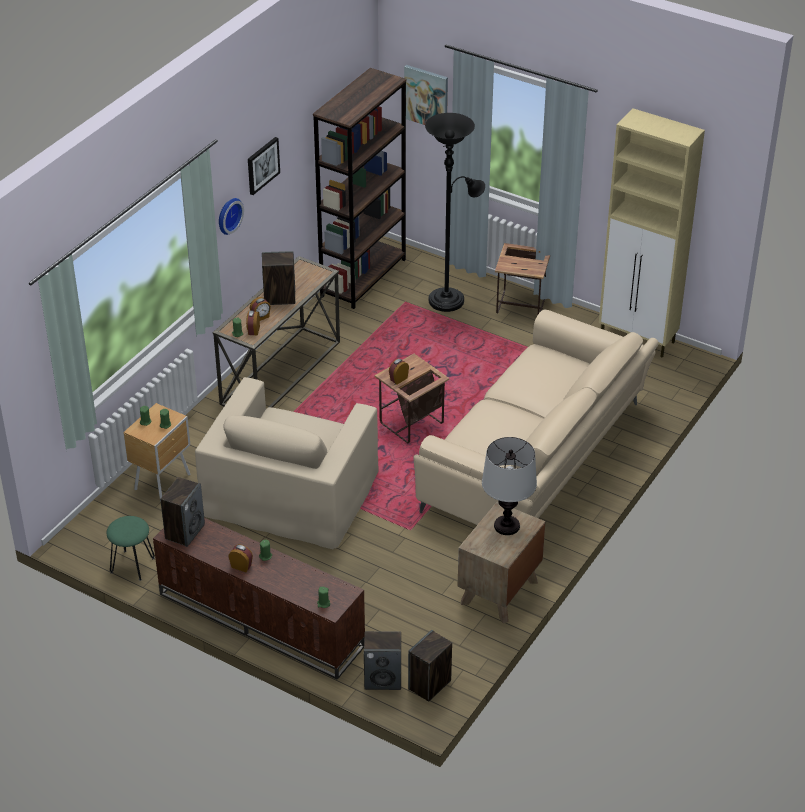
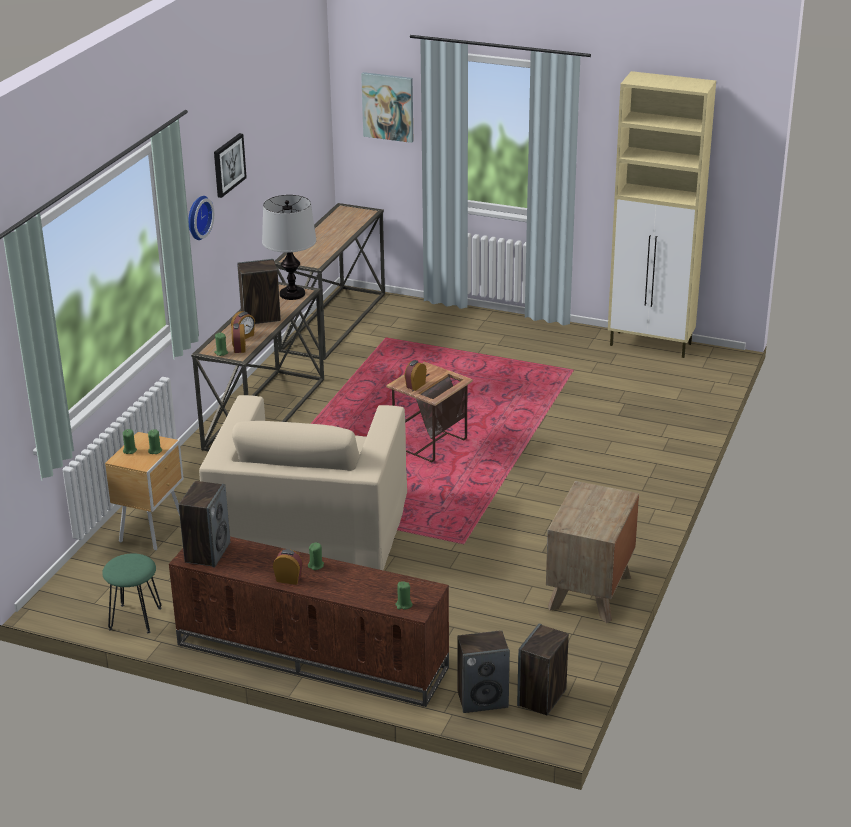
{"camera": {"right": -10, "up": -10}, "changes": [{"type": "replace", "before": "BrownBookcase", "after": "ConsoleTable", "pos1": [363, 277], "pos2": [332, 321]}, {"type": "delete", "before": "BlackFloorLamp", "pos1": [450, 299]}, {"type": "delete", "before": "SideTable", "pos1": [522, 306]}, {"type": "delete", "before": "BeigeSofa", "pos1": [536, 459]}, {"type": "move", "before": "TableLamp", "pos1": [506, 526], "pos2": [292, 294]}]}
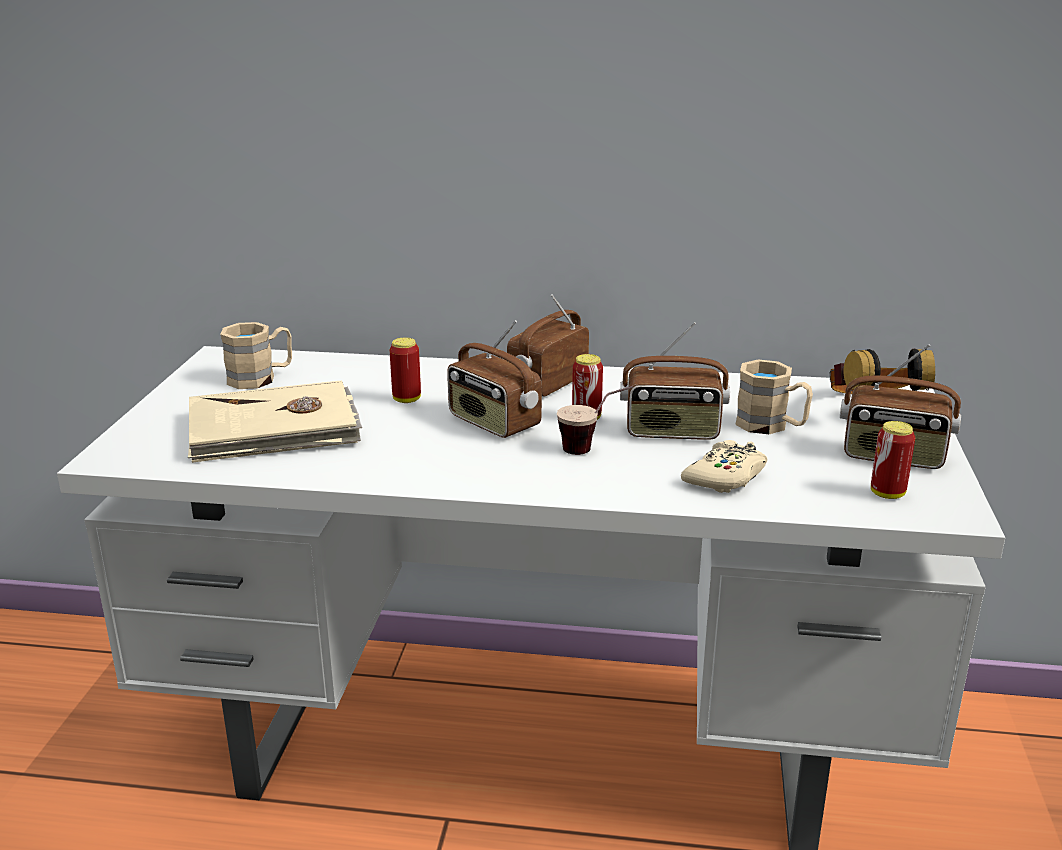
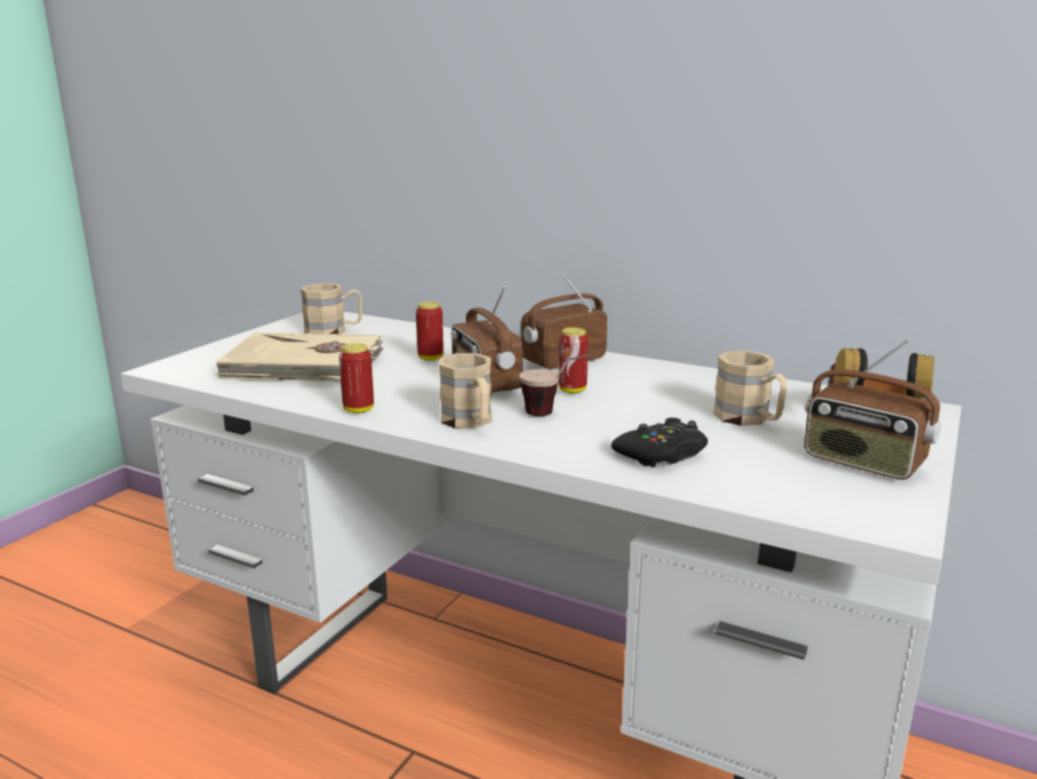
{"camera": {"right": 20, "up": -5}, "changes": [{"type": "delete", "before": "Radio", "pos1": [672, 432]}, {"type": "move", "before": "Can", "pos1": [887, 494], "pos2": [358, 410]}, {"type": "recolor", "before": "BeigeGameController", "after": "BlackGameController", "pos1": [725, 477], "pos2": [662, 454]}, {"type": "insert", "after": "BeigeMug", "pos2": [470, 422]}]}
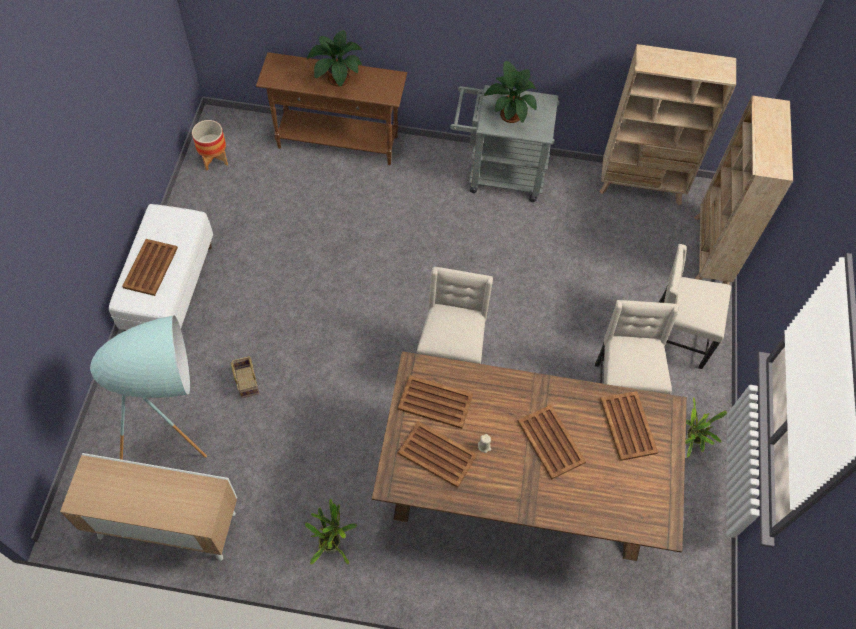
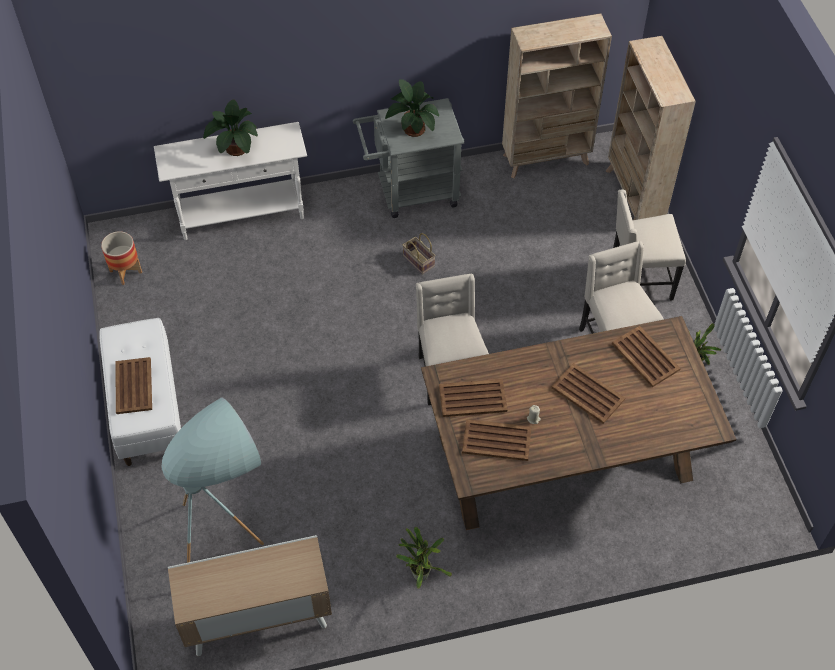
{"camera": {"right": -20, "up": -5}, "changes": [{"type": "recolor", "before": "BrownConsoleTable", "after": "WhiteConsoleTable", "pos1": [338, 143], "pos2": [242, 215]}, {"type": "move", "before": "Basket", "pos1": [246, 381], "pos2": [417, 261]}]}
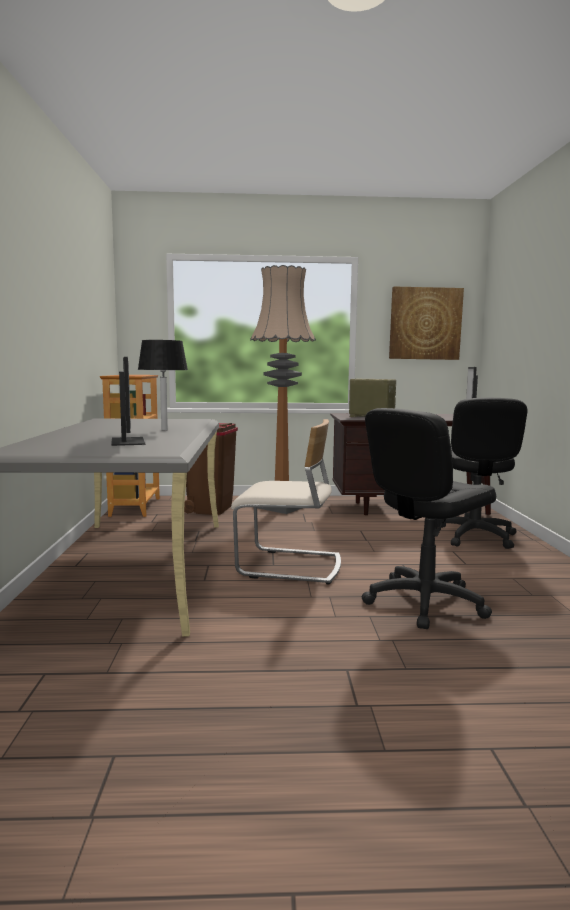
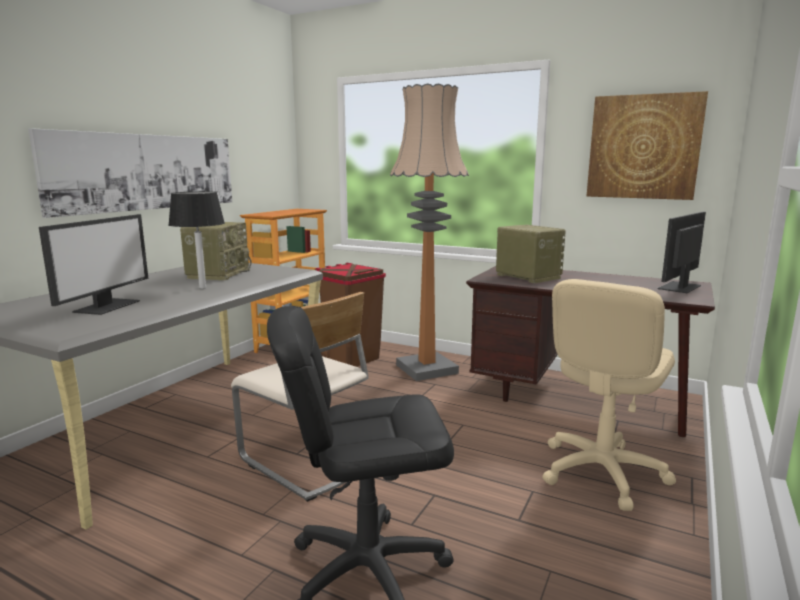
{"camera": {"right": 30, "up": 5}, "changes": [{"type": "recolor", "before": "BlackOfficeChair", "after": "BeigeOfficeChair", "pos1": [473, 536], "pos2": [601, 472]}, {"type": "insert", "after": "Picture", "pos2": [147, 172]}, {"type": "insert", "after": "Radio", "pos2": [218, 274]}]}
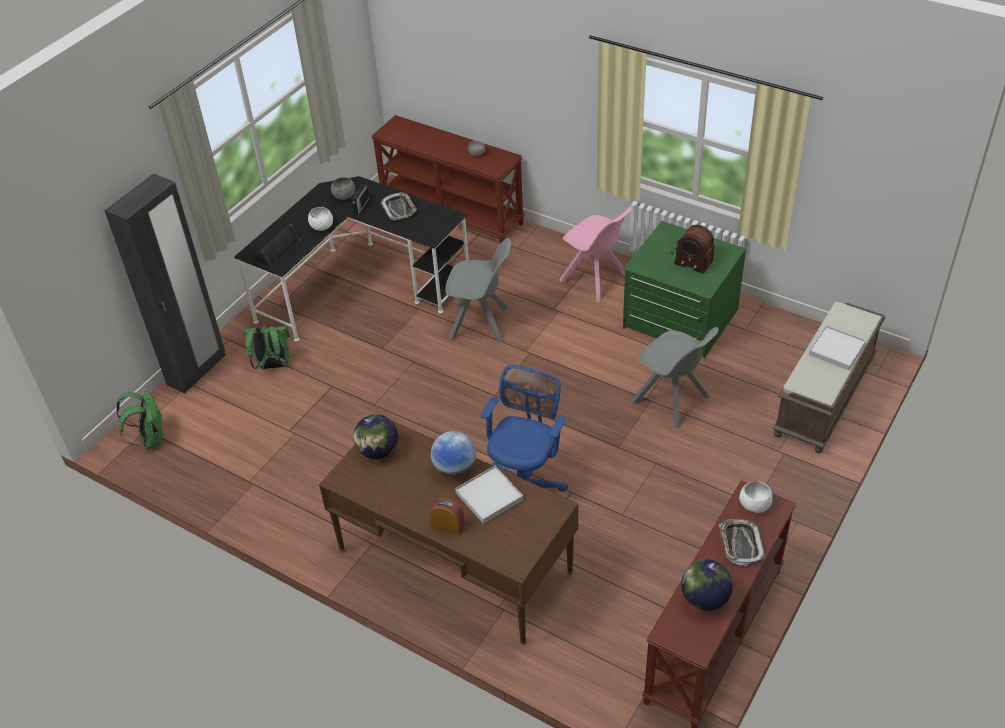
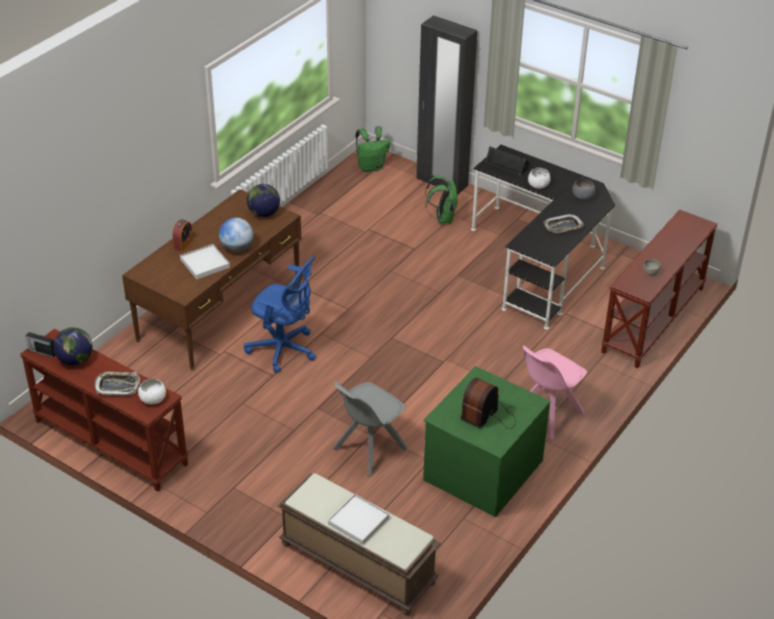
{"camera": {"right": 90, "up": -5}, "changes": [{"type": "move", "before": "Radio", "pos1": [361, 206], "pos2": [42, 351]}, {"type": "delete", "before": "GreyChair", "pos1": [481, 324]}]}
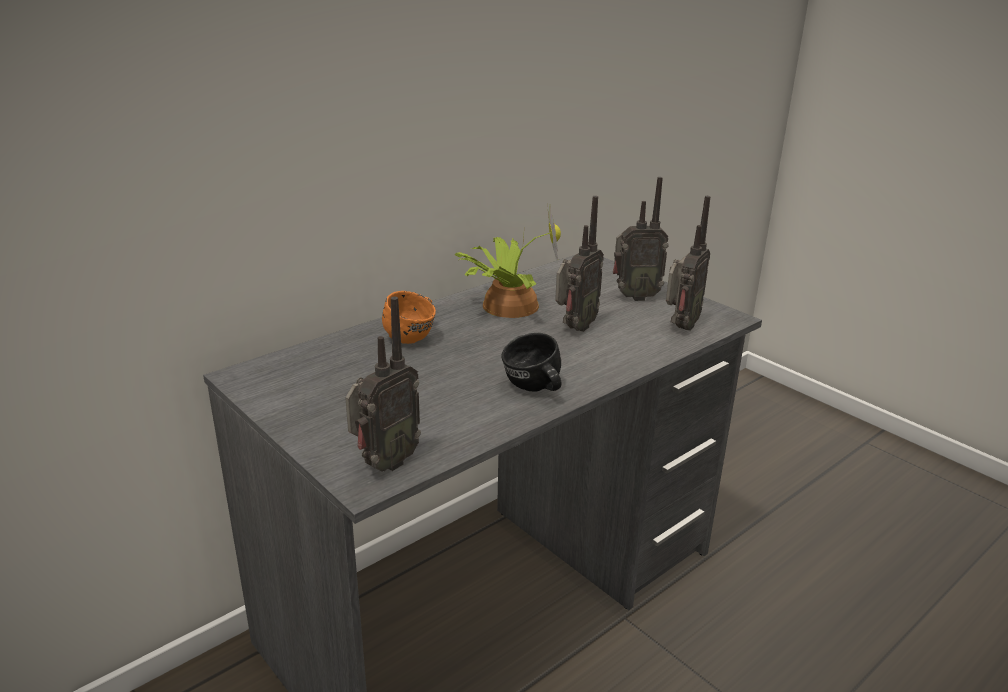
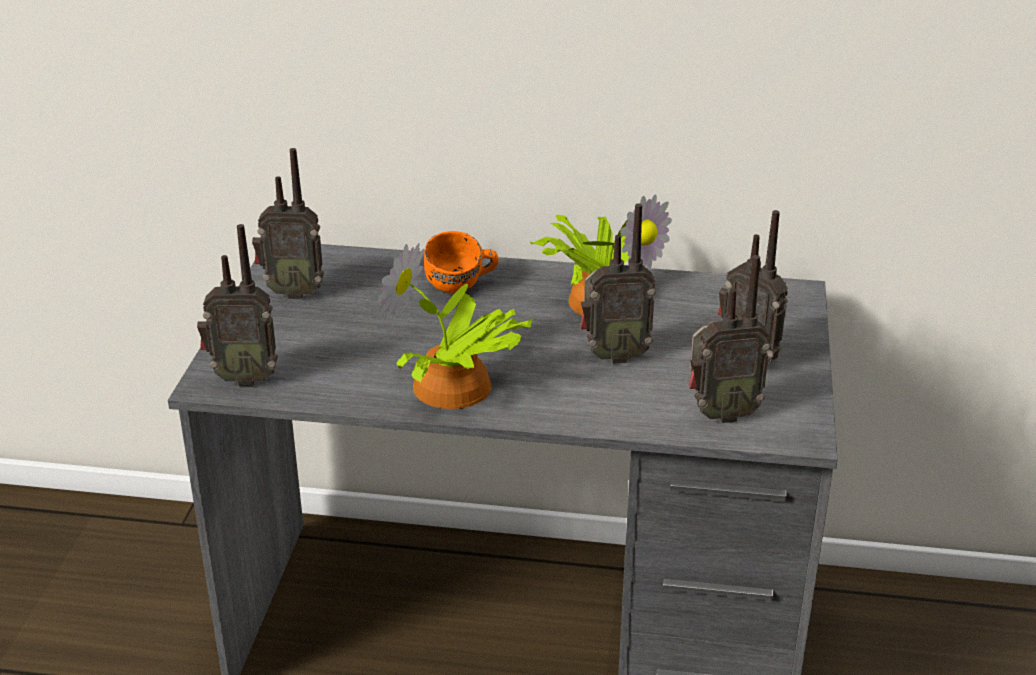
{"camera": {"right": 50, "up": 5}, "changes": [{"type": "replace", "before": "BlackMug", "after": "PottedPlant", "pos1": [533, 390], "pos2": [454, 389]}, {"type": "insert", "after": "Radio", "pos2": [293, 292]}]}
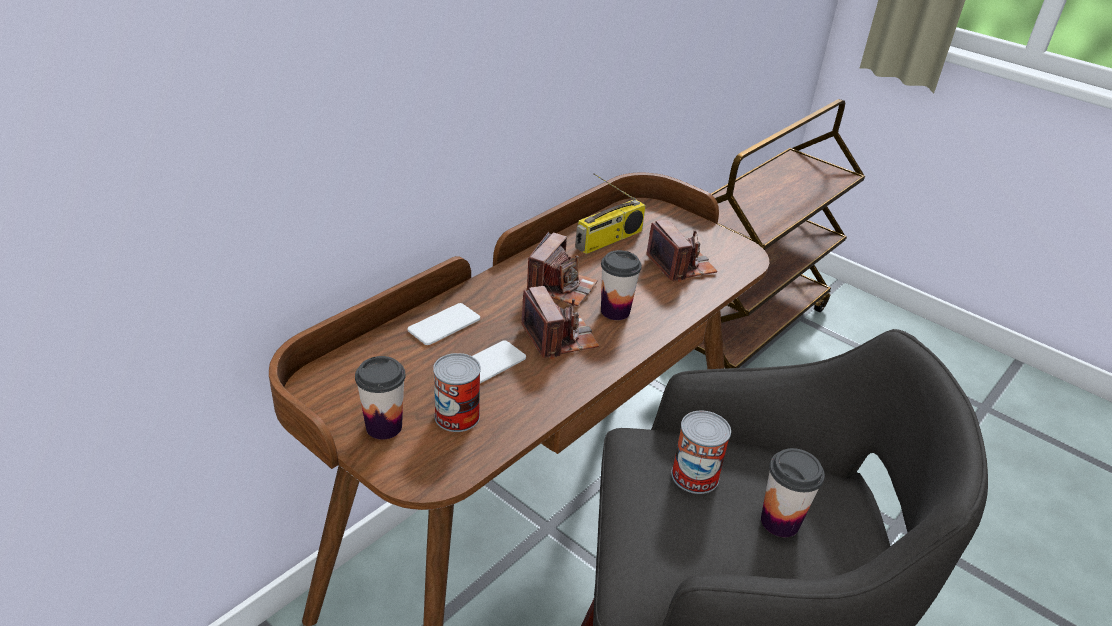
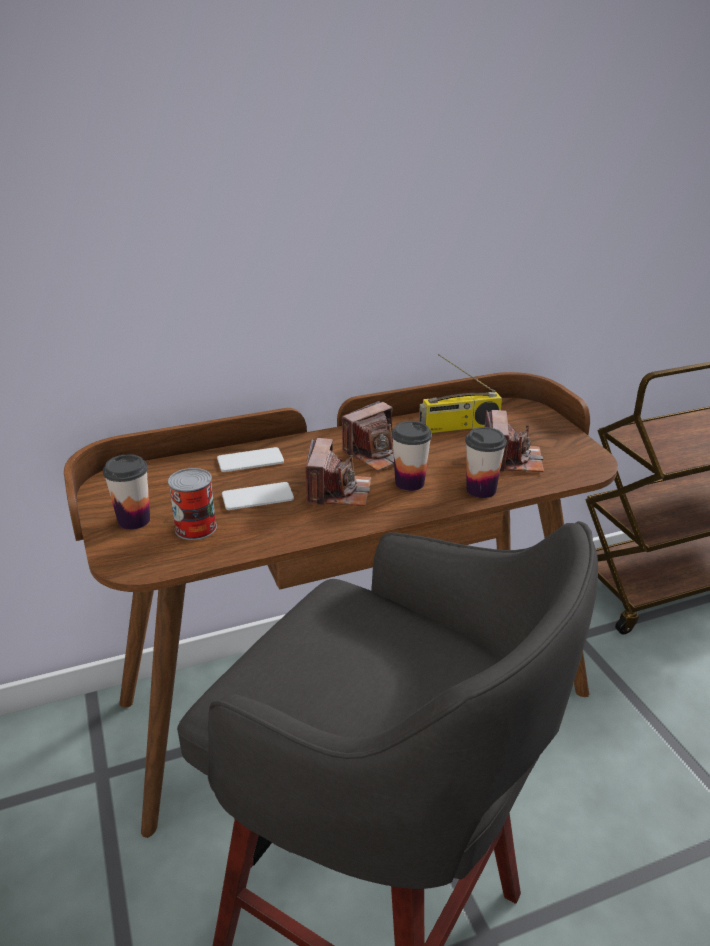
{"camera": {"right": 30, "up": -5}, "changes": [{"type": "delete", "before": "Can", "pos1": [695, 476]}, {"type": "move", "before": "Cup", "pos1": [780, 522], "pos2": [481, 490]}]}
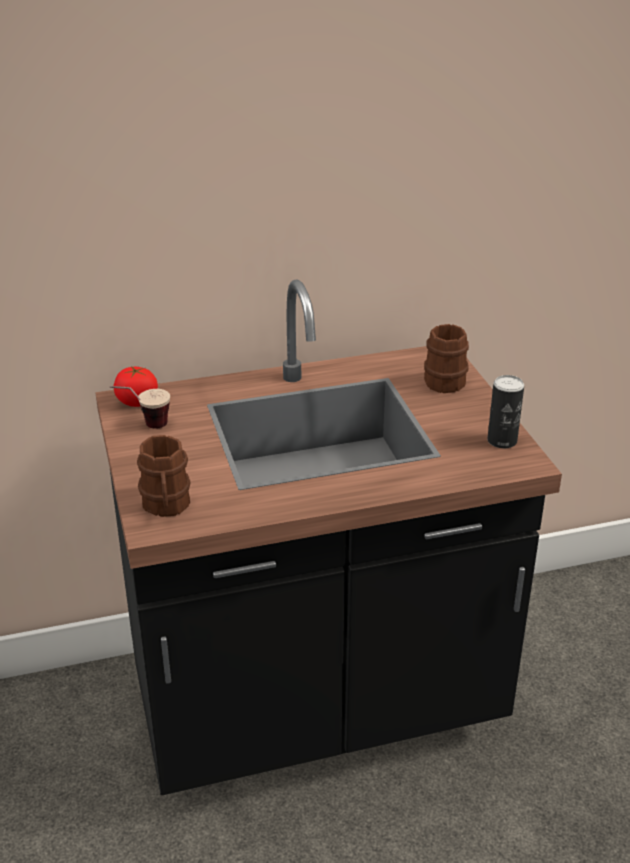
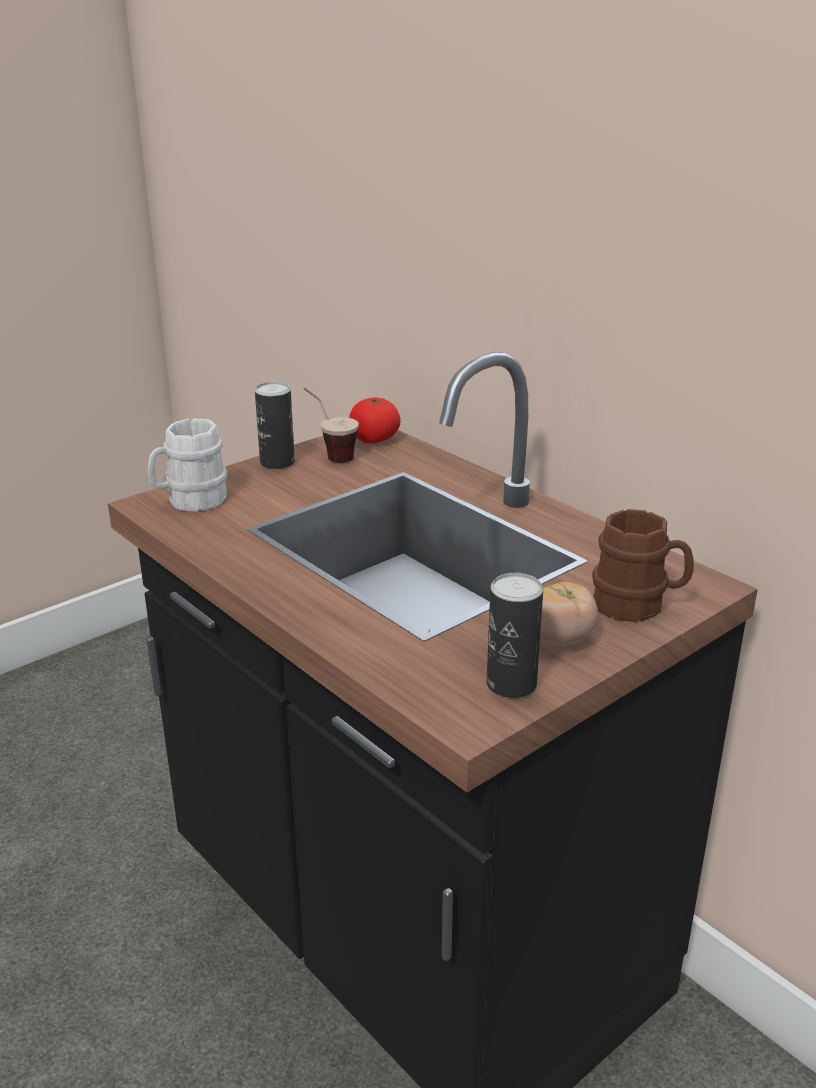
{"camera": {"right": 65, "up": -5}, "changes": [{"type": "recolor", "before": "BrownMug", "after": "WhiteMug", "pos1": [166, 506], "pos2": [190, 501]}, {"type": "insert", "after": "Can", "pos2": [277, 463]}, {"type": "insert", "after": "Tomato", "pos2": [559, 639]}]}
